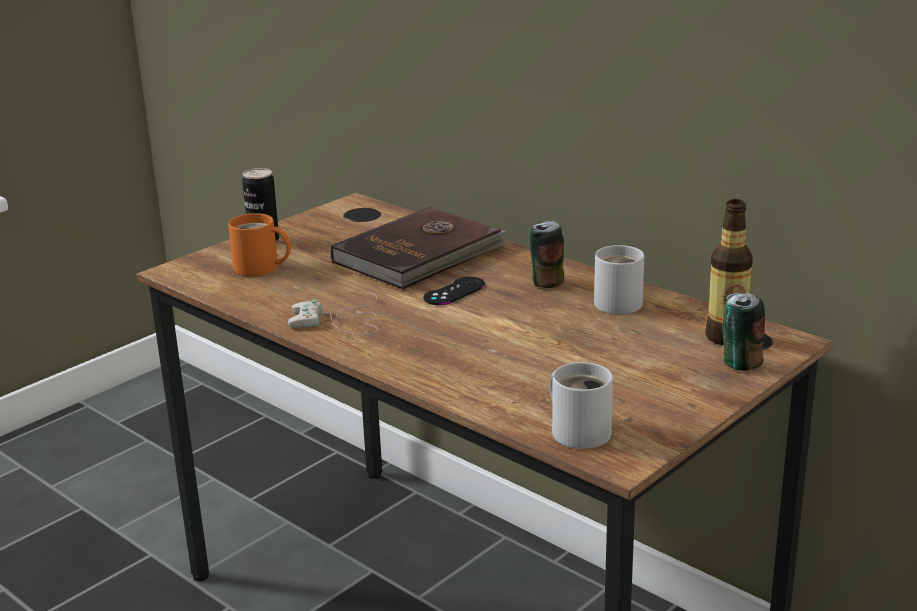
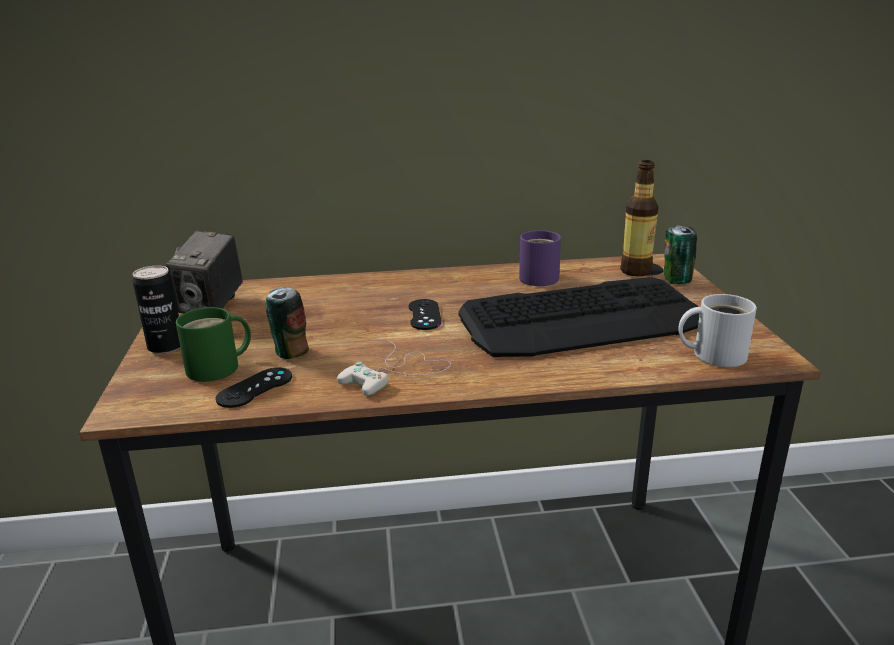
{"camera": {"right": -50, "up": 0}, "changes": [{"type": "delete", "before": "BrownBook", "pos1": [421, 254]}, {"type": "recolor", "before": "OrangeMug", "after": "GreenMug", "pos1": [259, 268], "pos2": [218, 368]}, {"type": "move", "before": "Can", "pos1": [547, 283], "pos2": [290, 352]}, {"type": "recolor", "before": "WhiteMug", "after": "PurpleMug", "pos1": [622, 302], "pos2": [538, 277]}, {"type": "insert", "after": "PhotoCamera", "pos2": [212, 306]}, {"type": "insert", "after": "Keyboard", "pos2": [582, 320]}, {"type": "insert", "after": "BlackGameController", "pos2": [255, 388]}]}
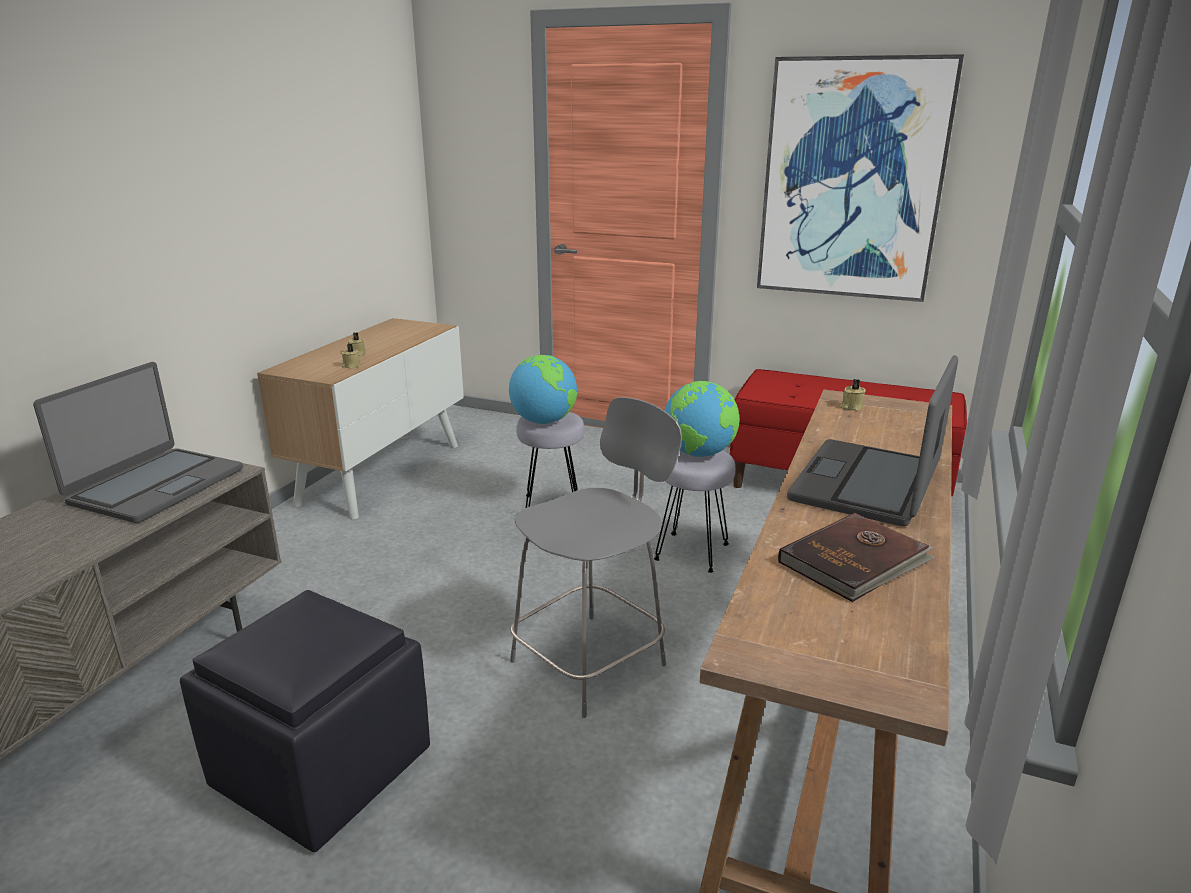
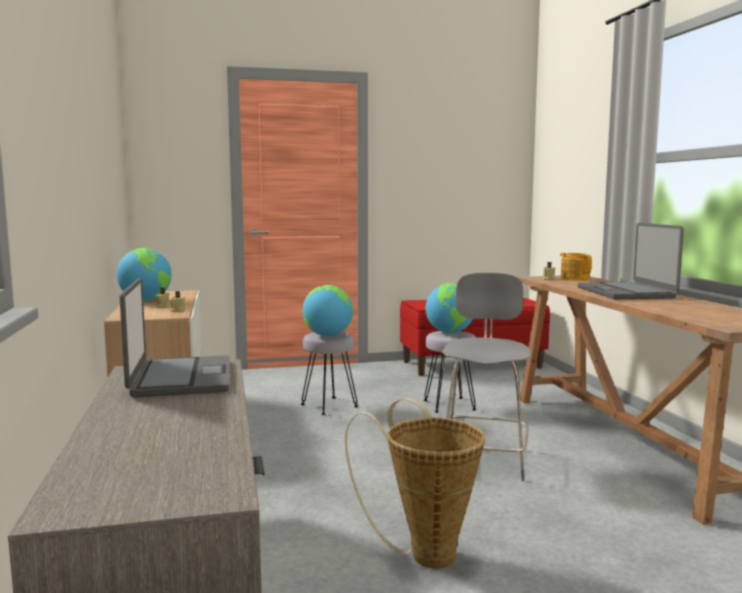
{"camera": {"right": -35, "up": -15}, "changes": [{"type": "delete", "before": "Picture", "pos1": [852, 180]}, {"type": "delete", "before": "BrownBook", "pos1": [855, 561]}, {"type": "replace", "before": "BlackOttoman", "after": "Basket", "pos1": [325, 768], "pos2": [425, 552]}, {"type": "insert", "after": "Globe", "pos2": [146, 300]}, {"type": "insert", "after": "Teapot", "pos2": [574, 278]}]}
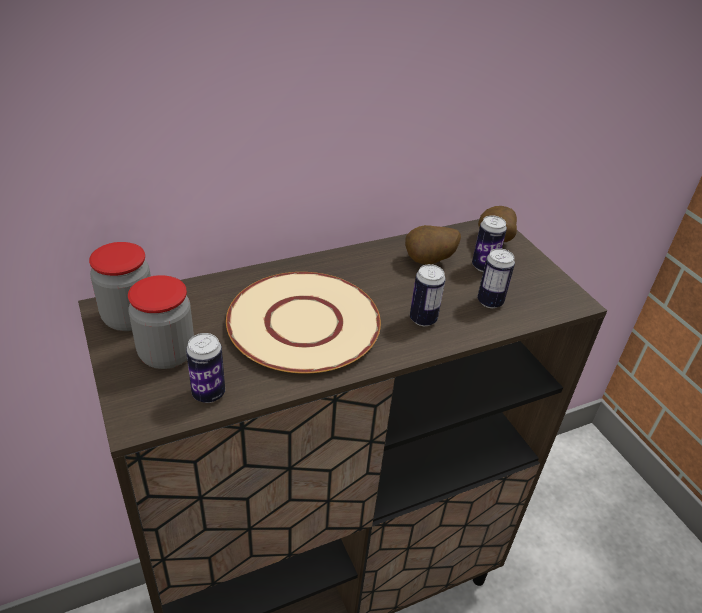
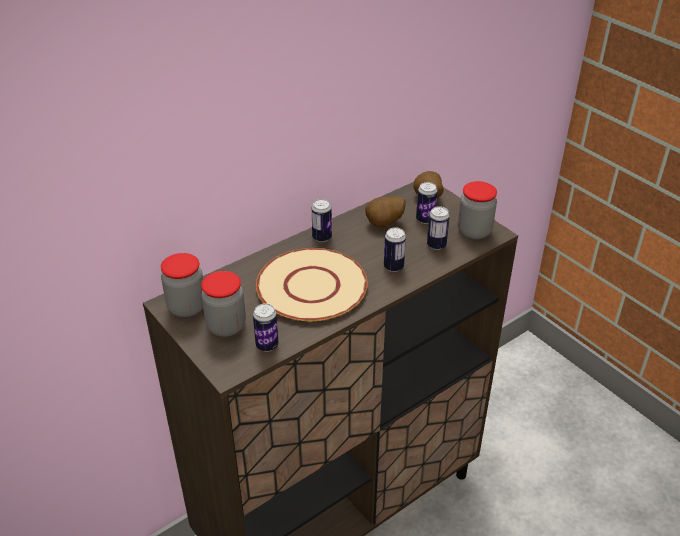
{"camera": {"right": -10, "up": 0}, "changes": [{"type": "insert", "after": "Jar", "pos2": [474, 231]}, {"type": "insert", "after": "Can", "pos2": [322, 237]}]}
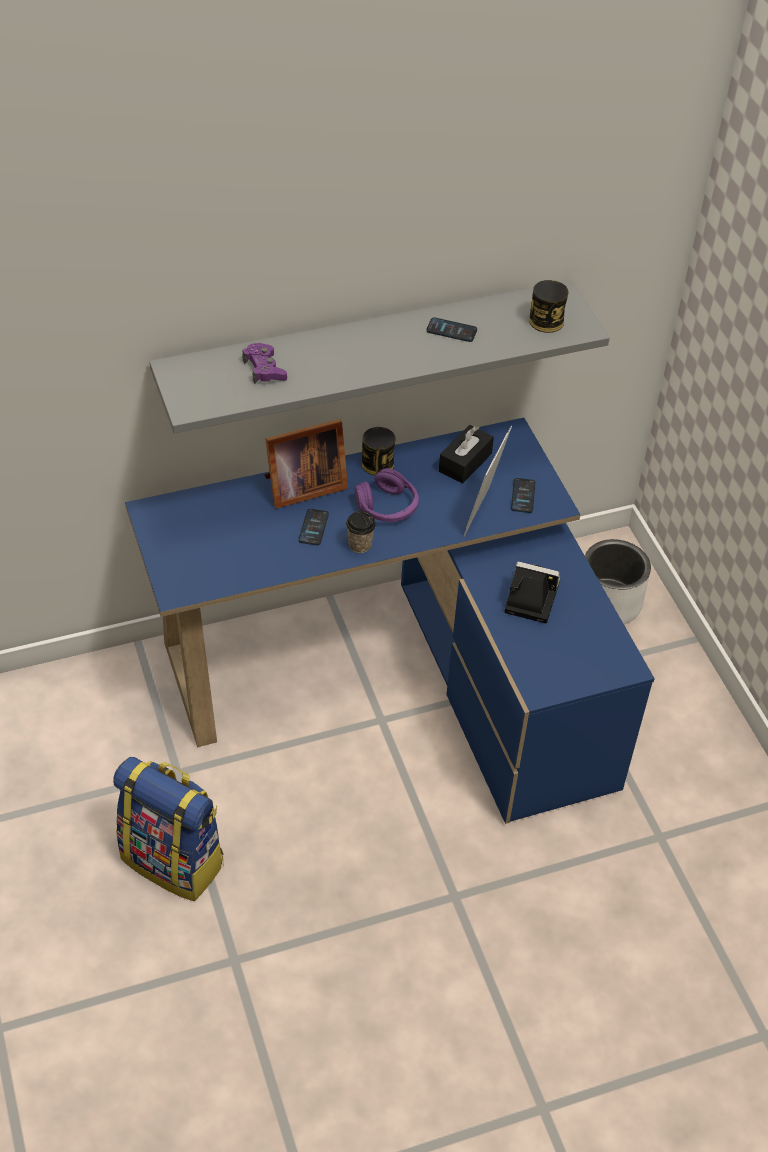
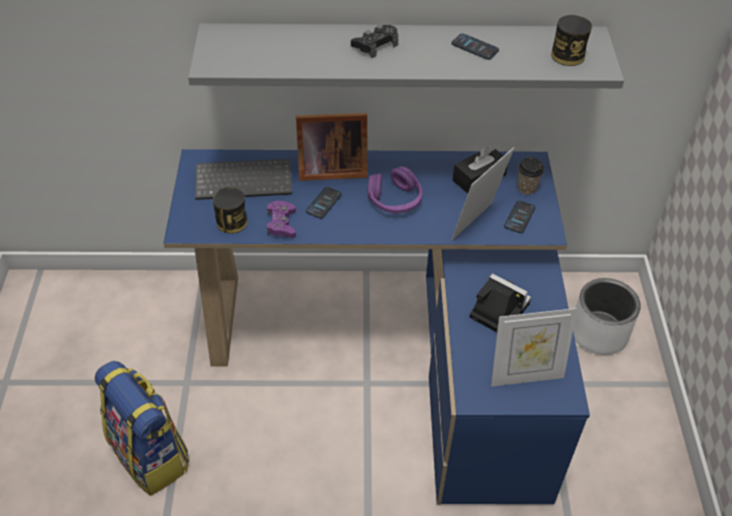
{"camera": {"right": 20, "up": 0}, "changes": [{"type": "move", "before": "PurpleGameController", "pos1": [264, 369], "pos2": [281, 224]}, {"type": "move", "before": "Can", "pos1": [377, 464], "pos2": [232, 222]}, {"type": "move", "before": "Cup", "pos1": [360, 545], "pos2": [526, 188]}, {"type": "insert", "after": "BlackGameController", "pos2": [375, 45]}, {"type": "insert", "after": "Keyboard", "pos2": [245, 180]}, {"type": "insert", "after": "PictureFrame", "pos2": [525, 375]}]}
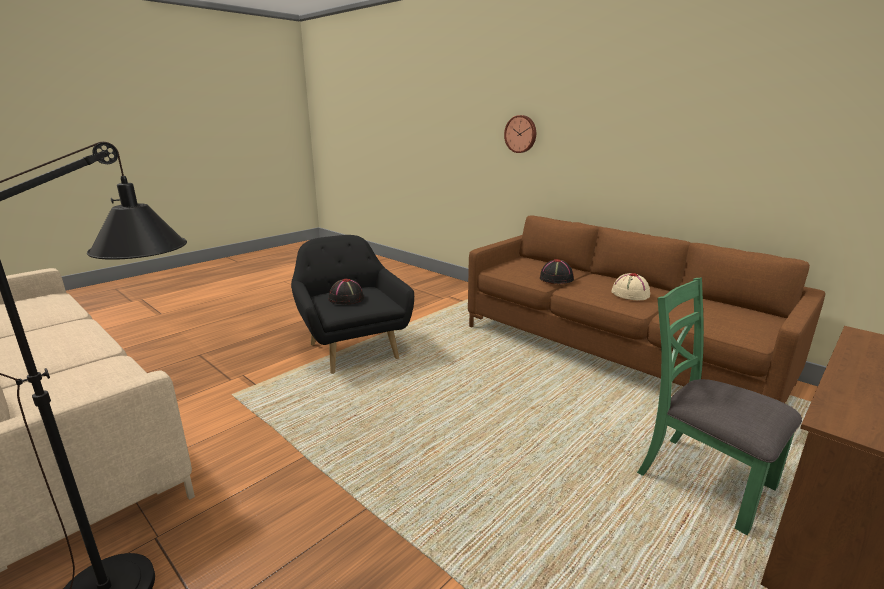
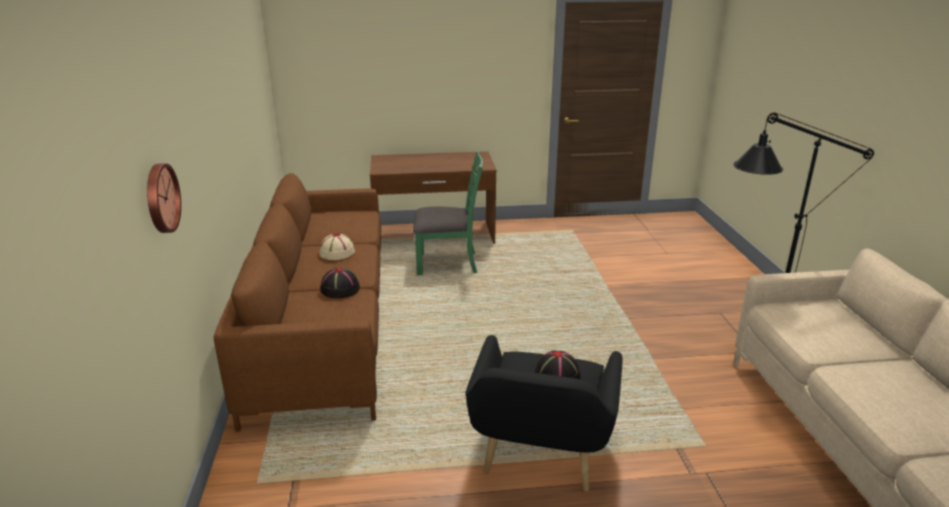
{"camera": {"right": -140, "up": 5}, "changes": [{"type": "rotate", "before": "GreenChair", "pos1": [703, 480], "pos2": [448, 263], "turn": -90}]}
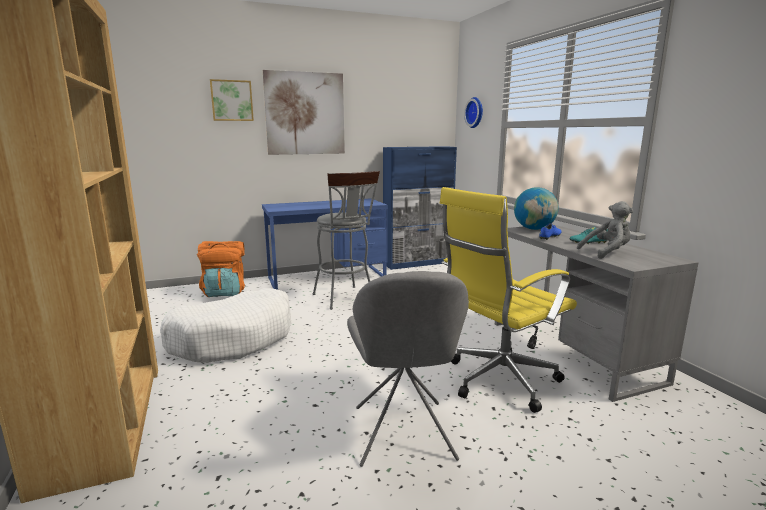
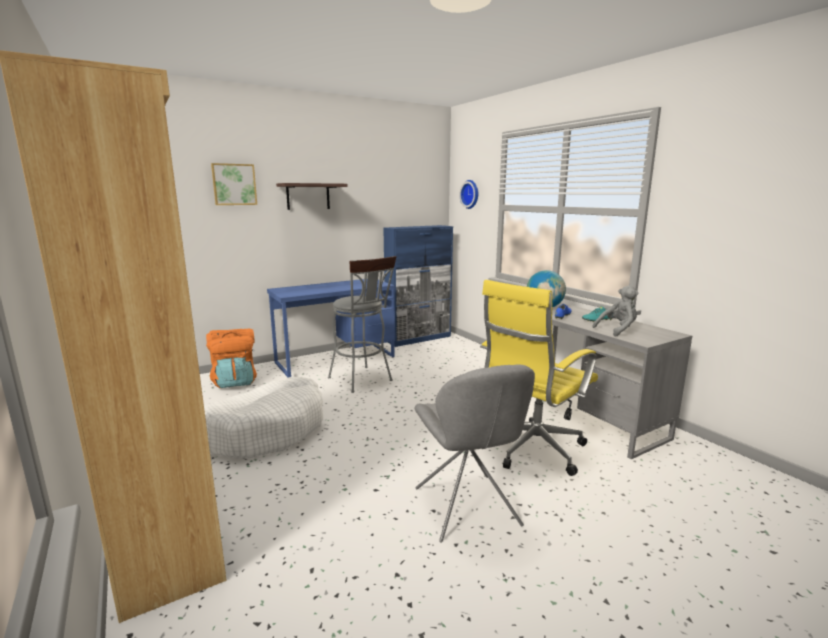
{"camera": {"right": -10, "up": 0}, "changes": [{"type": "replace", "before": "Picture", "after": "Shelf", "pos1": [305, 113], "pos2": [308, 196]}]}
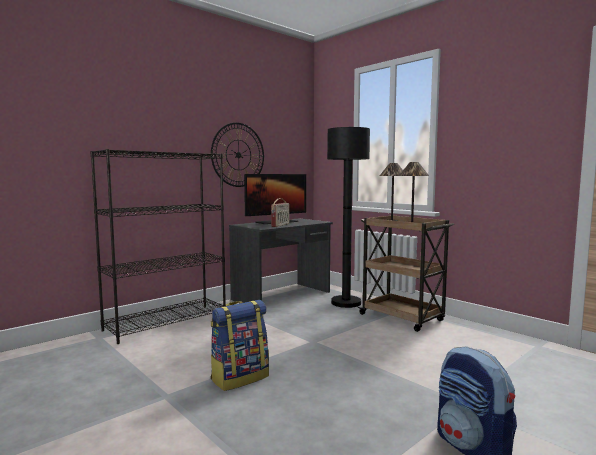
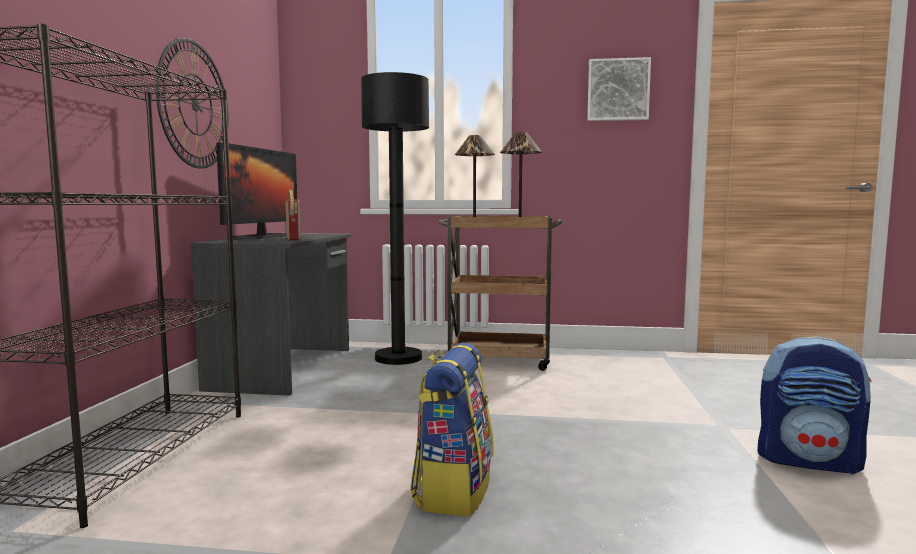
{"camera": {"right": -40, "up": 0}, "changes": [{"type": "insert", "after": "Picture", "pos2": [618, 90]}]}
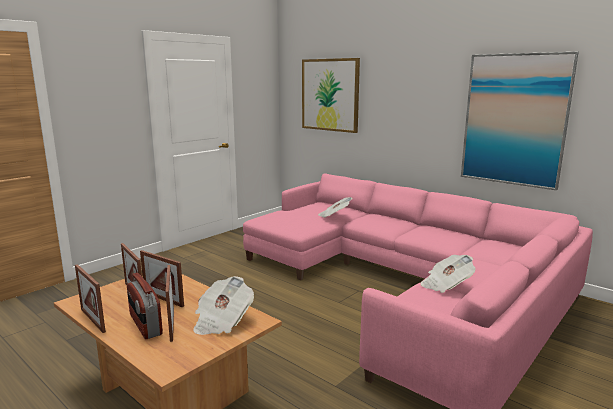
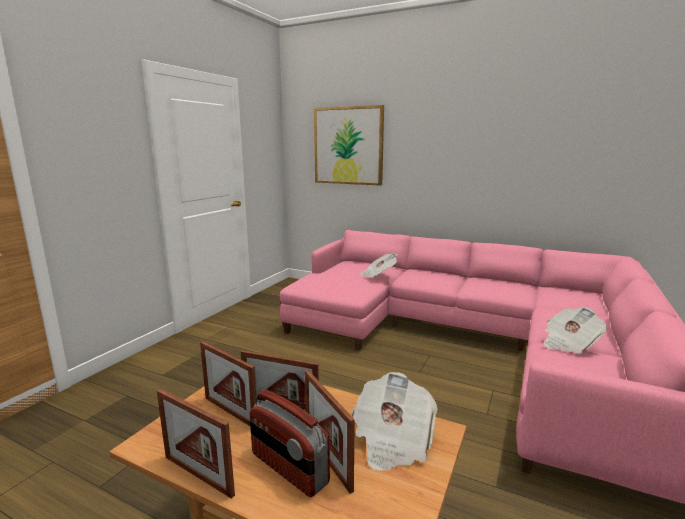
{"camera": {"right": -15, "up": 0}, "changes": [{"type": "delete", "before": "Picture", "pos1": [514, 120]}]}
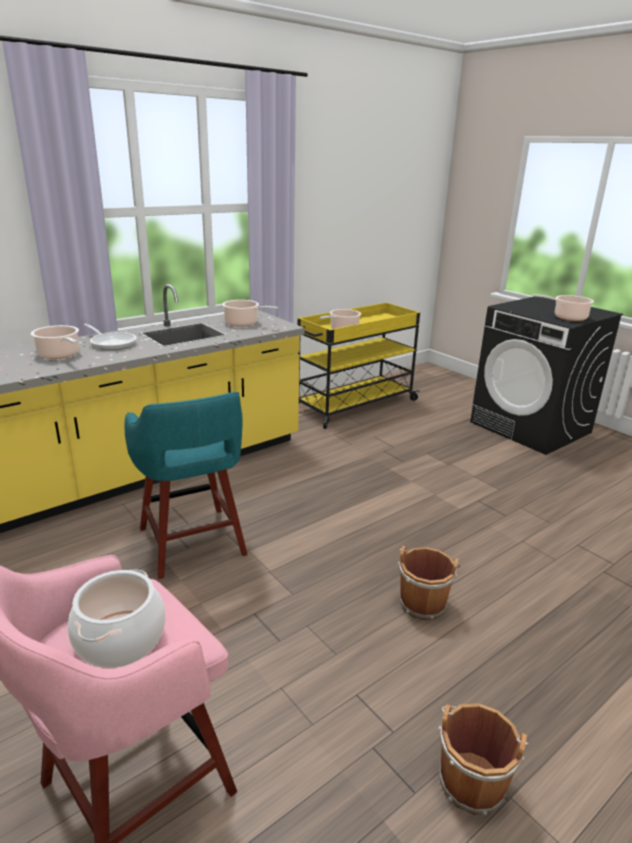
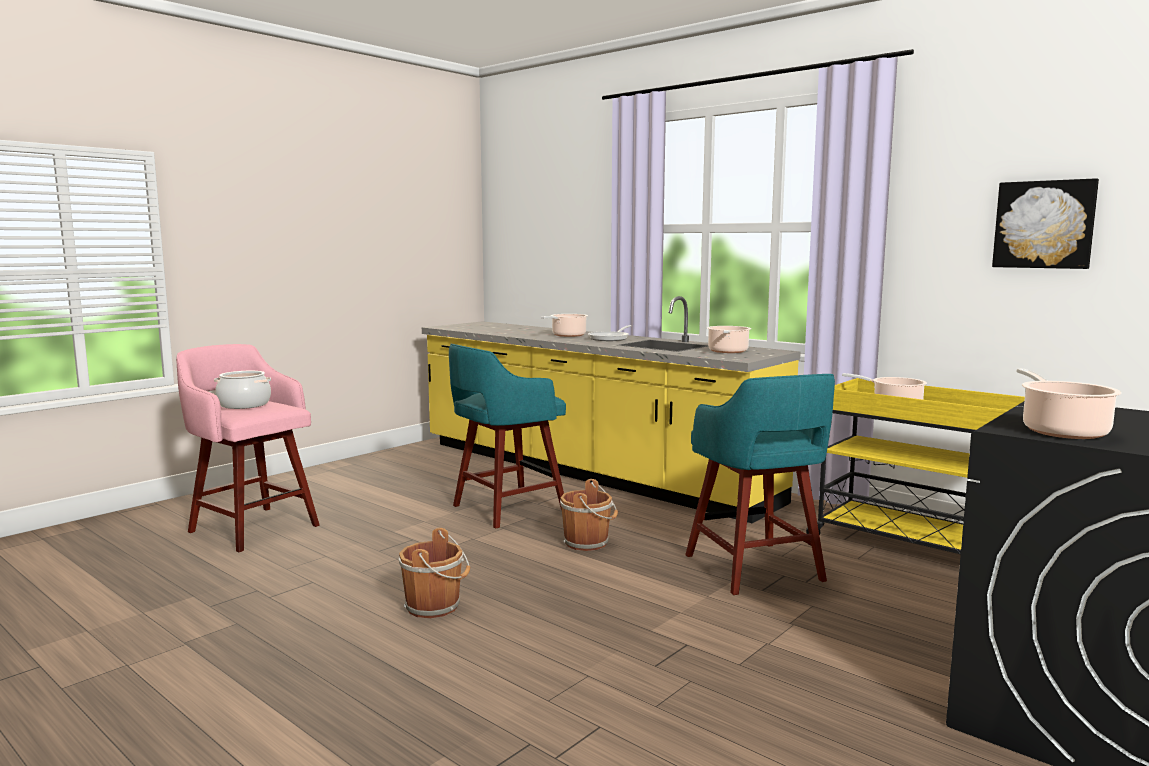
{"camera": {"right": 80, "up": -15}, "changes": [{"type": "move", "before": "BrownBucket", "pos1": [471, 780], "pos2": [588, 543]}, {"type": "insert", "after": "Picture", "pos2": [1044, 224]}, {"type": "insert", "after": "TurquoiseStool", "pos2": [755, 569]}]}
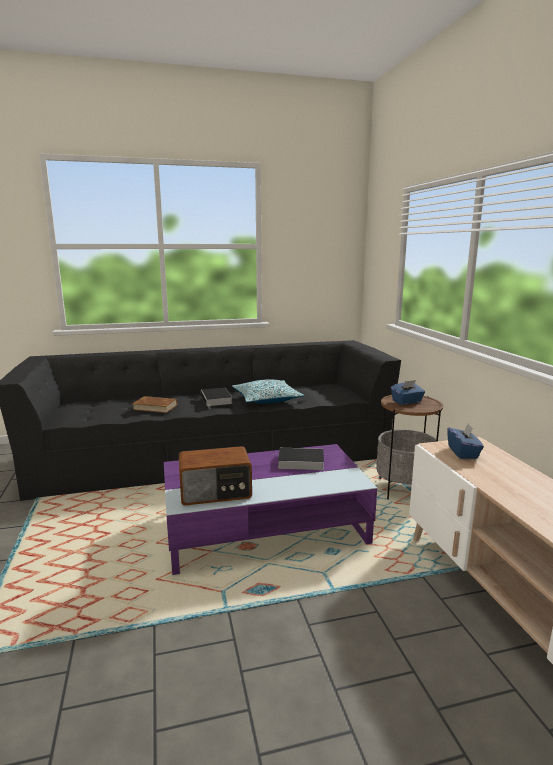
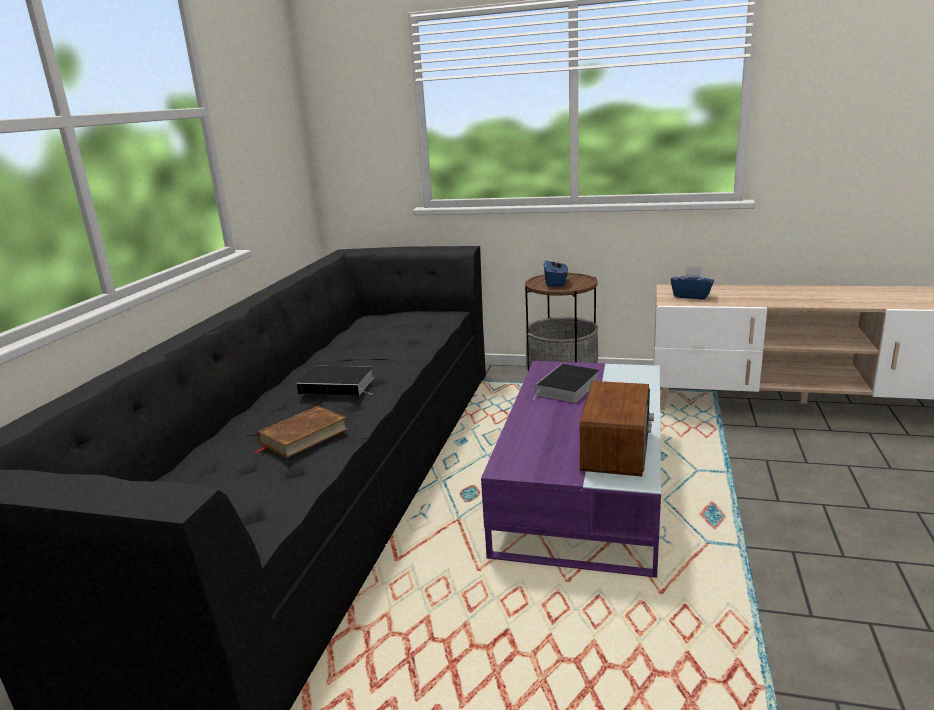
{"camera": {"right": -60, "up": 5}, "changes": [{"type": "delete", "before": "Pillow", "pos1": [266, 399]}]}
